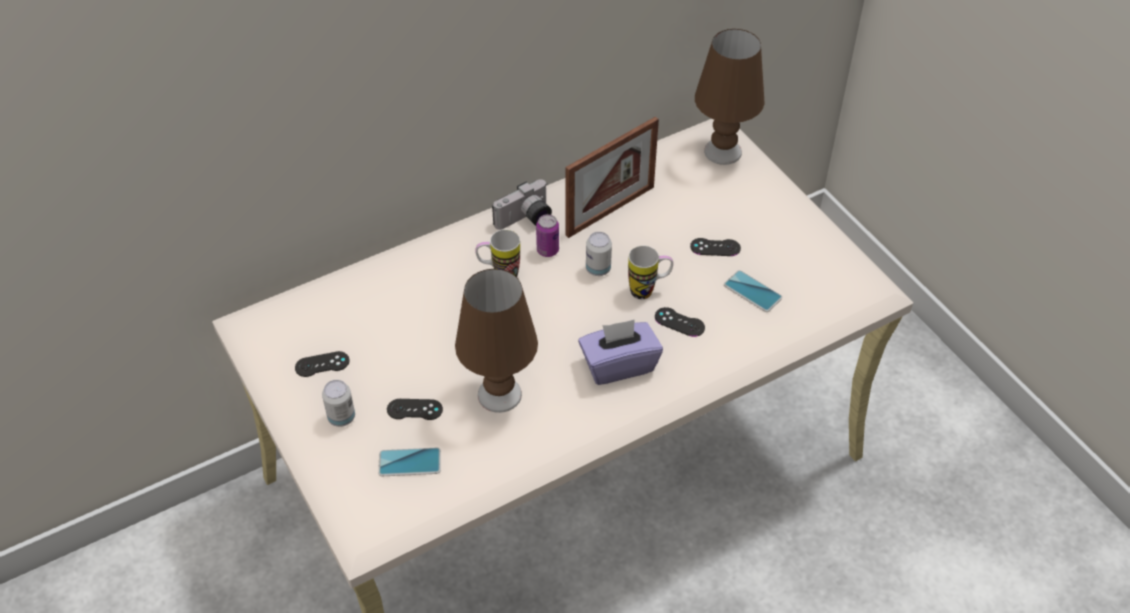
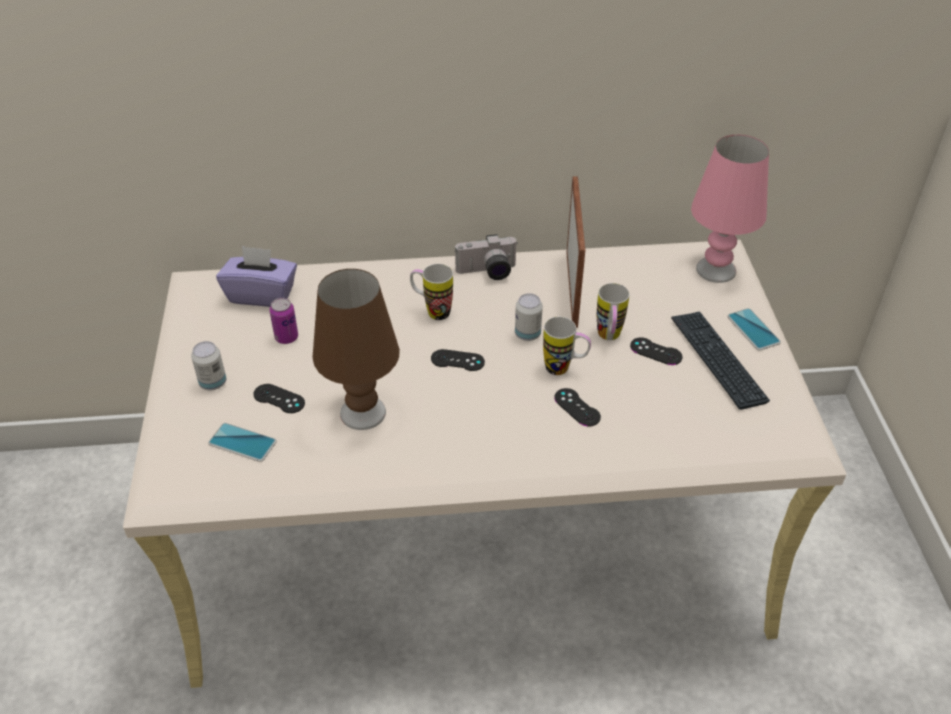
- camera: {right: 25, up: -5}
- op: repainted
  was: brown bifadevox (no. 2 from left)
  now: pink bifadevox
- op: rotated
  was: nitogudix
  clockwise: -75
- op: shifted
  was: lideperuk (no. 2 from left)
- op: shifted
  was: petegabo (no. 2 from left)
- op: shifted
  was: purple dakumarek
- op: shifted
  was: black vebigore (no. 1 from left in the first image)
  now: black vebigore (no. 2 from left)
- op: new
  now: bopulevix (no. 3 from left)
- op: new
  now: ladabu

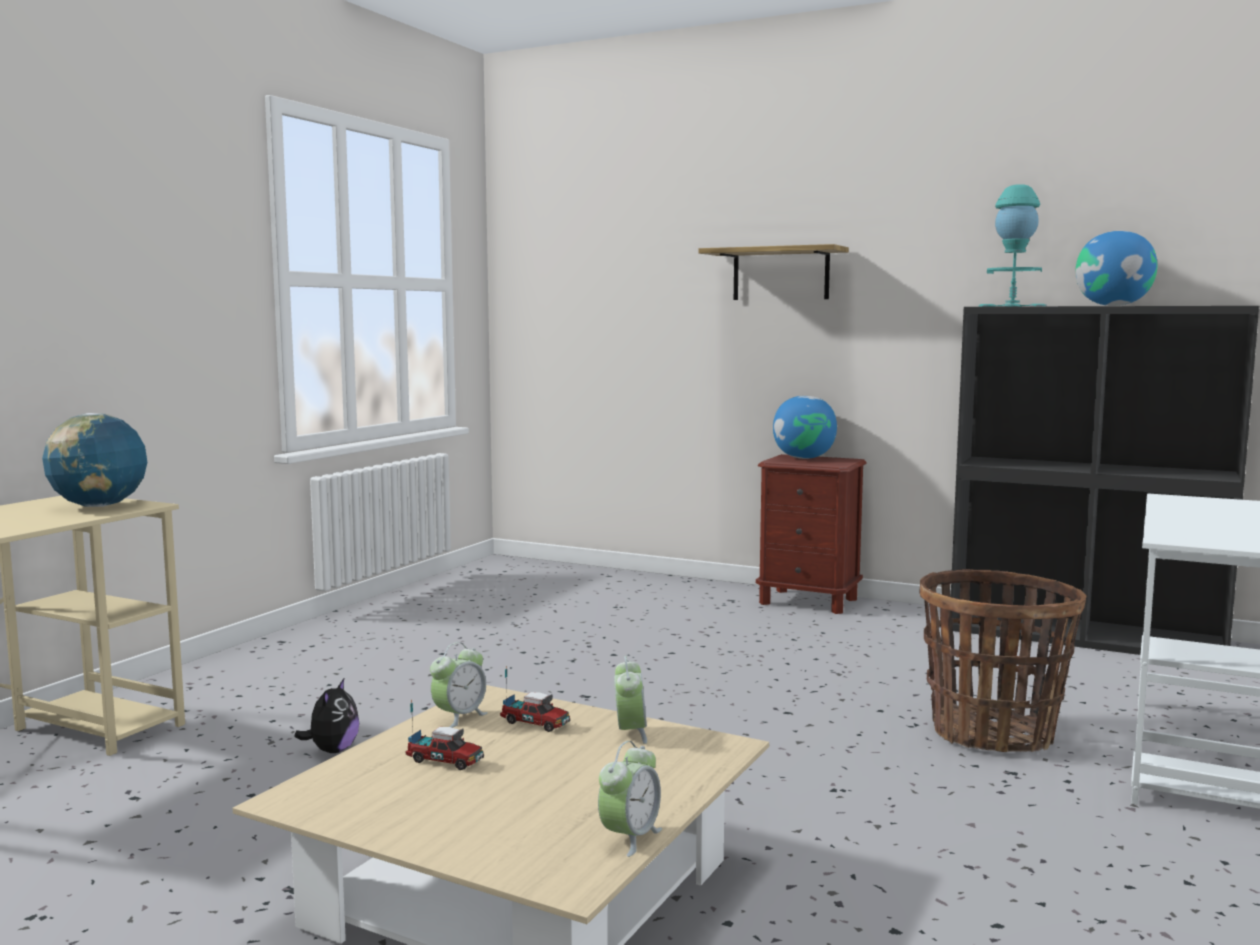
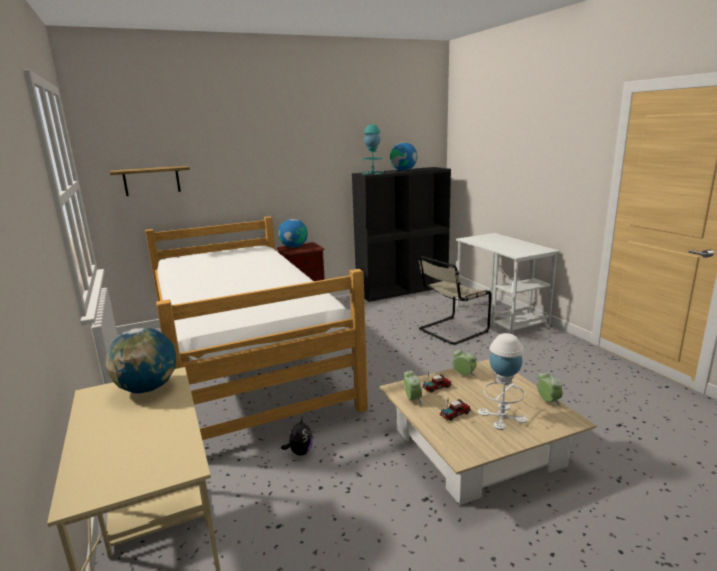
- camera: {right: -50, up: 10}
- op: shifted
  was: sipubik
- op: swapped
  was: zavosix
  now: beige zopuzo
- op: rotated
  was: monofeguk
  clockwise: 45
- op: new
  now: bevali
- op: new
  now: white bifadevox

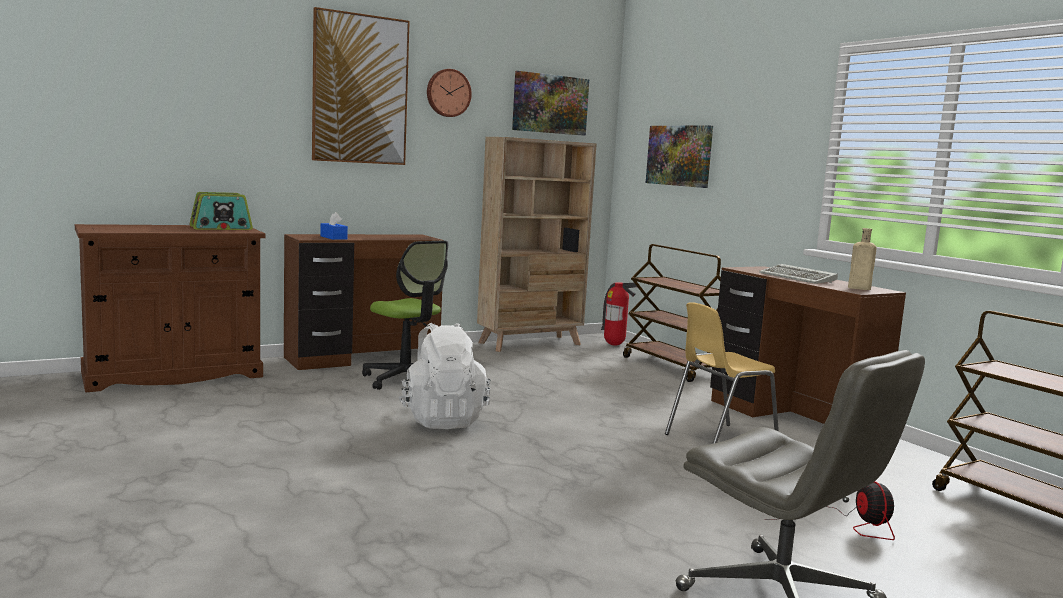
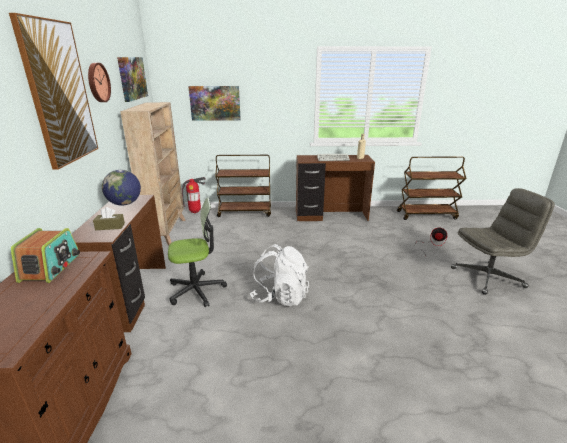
- camera: {right: -60, up: 15}
- op: repainted
  was: blue dakumarek
  now: brown dakumarek
- op: gone
  was: yellow zopuzo
- op: new
  now: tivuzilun

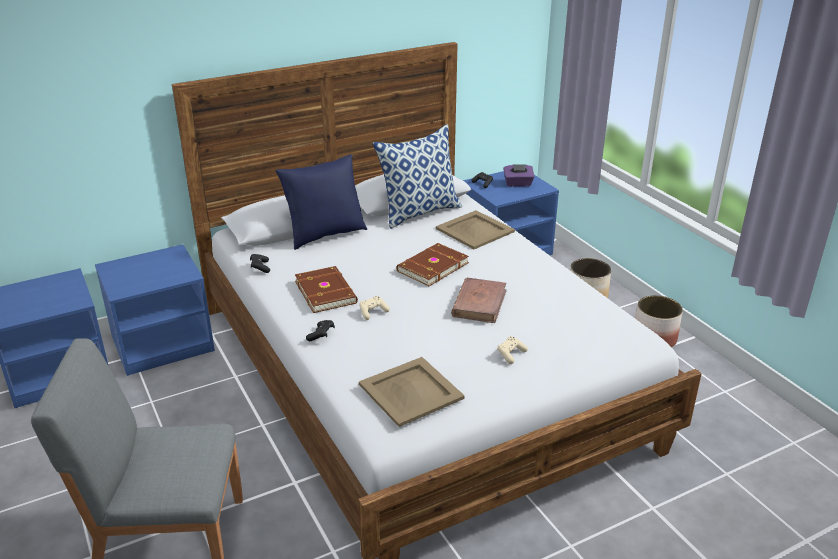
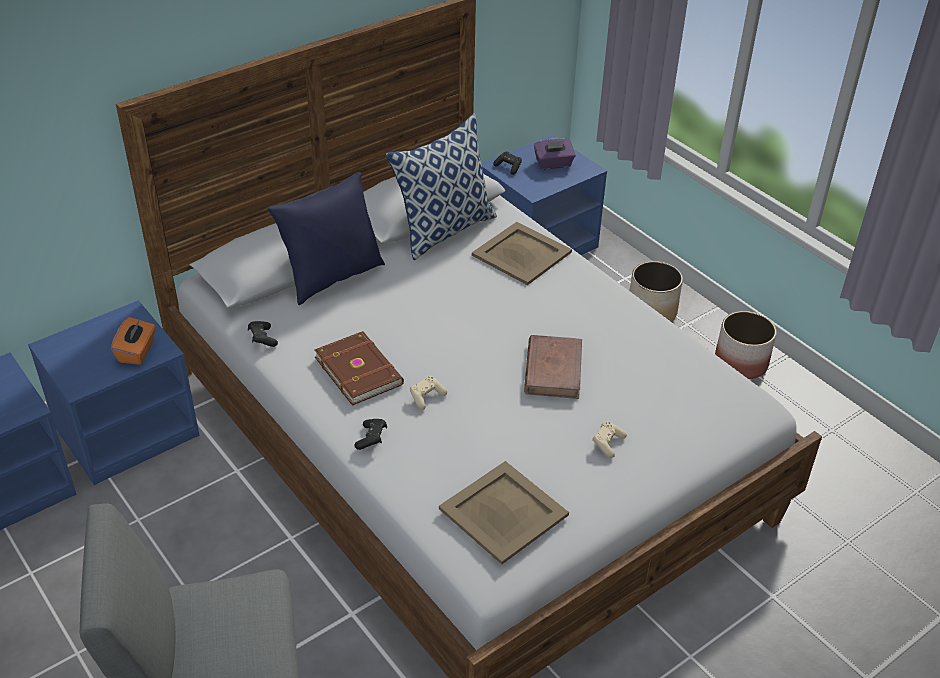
- camera: {right: -10, up: 10}
- op: gone
  was: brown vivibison (no. 2 from left)
- op: new
  now: orange dakumarek

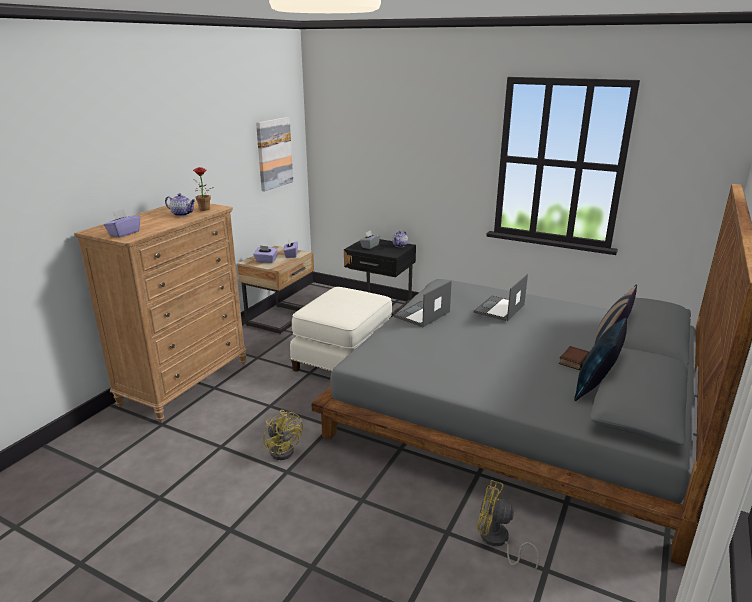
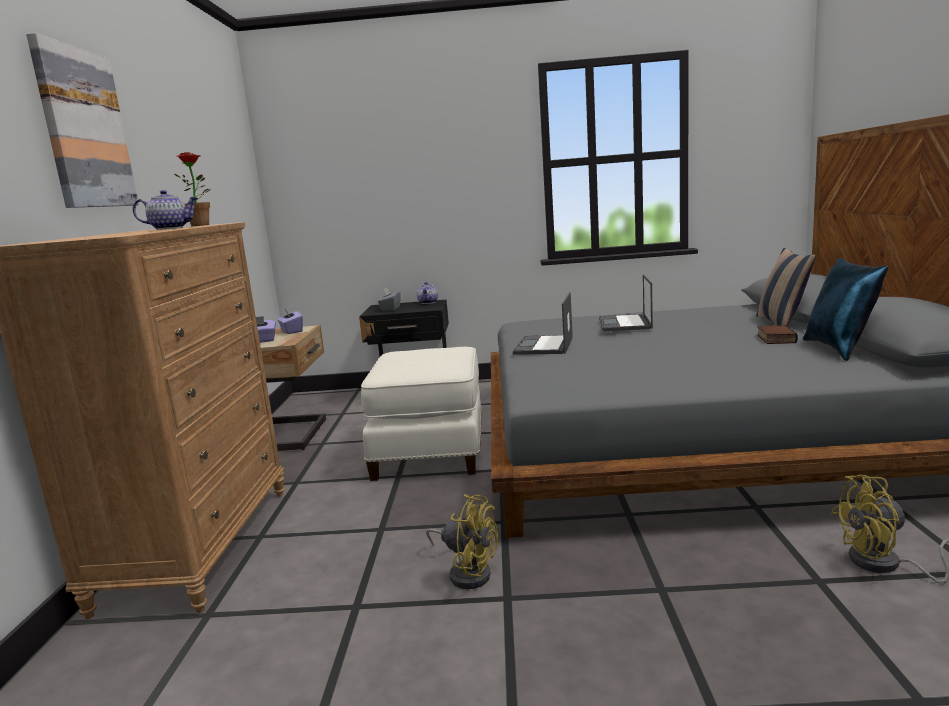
- camera: {right: -25, up: -10}
- op: shifted
  was: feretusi
- op: gone
  was: purple dakumarek (no. 1 from left)

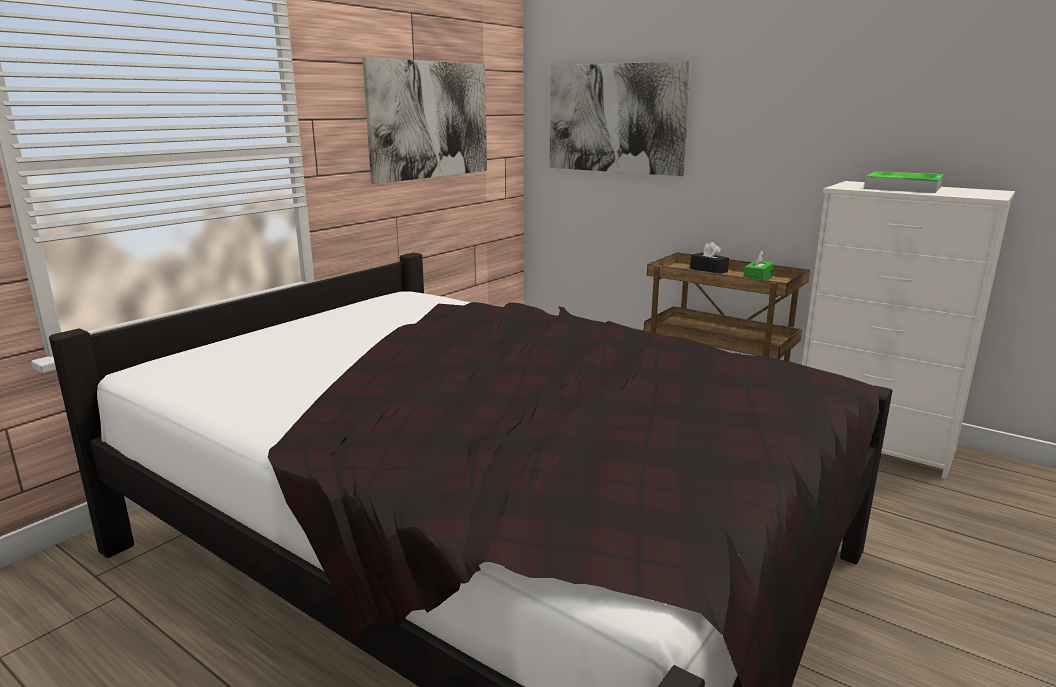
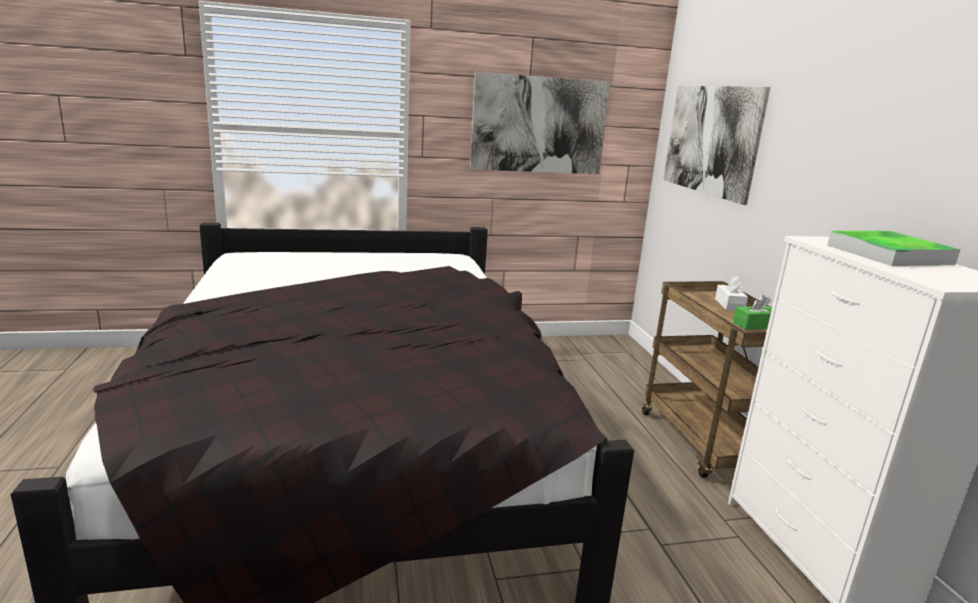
- camera: {right: 40, up: 0}
- op: repainted
  was: black dakumarek
  now: white dakumarek

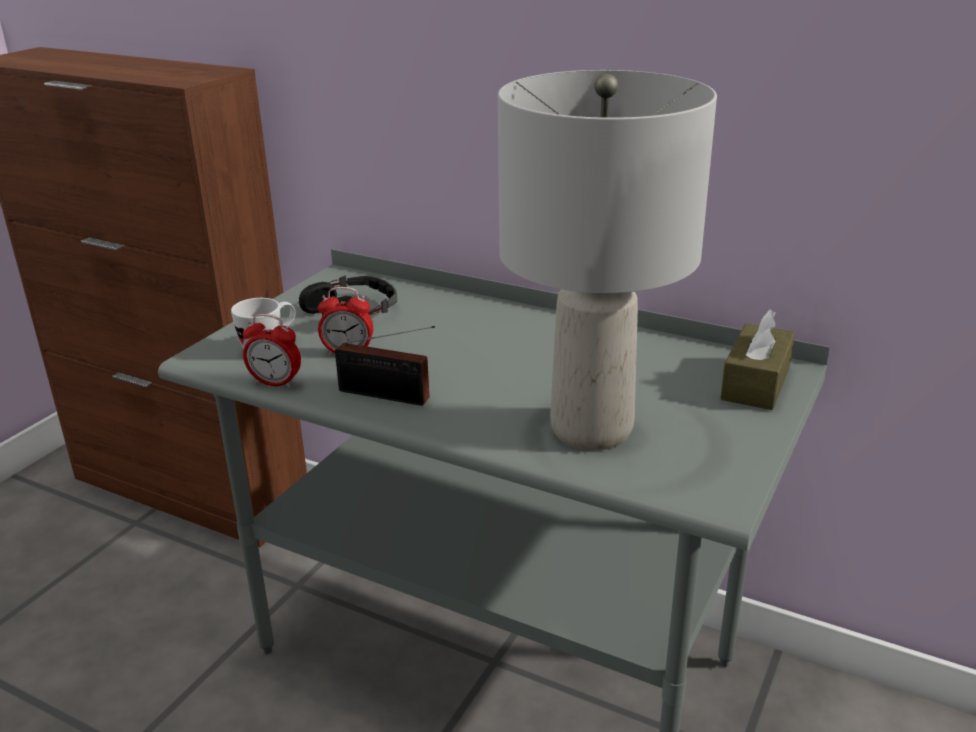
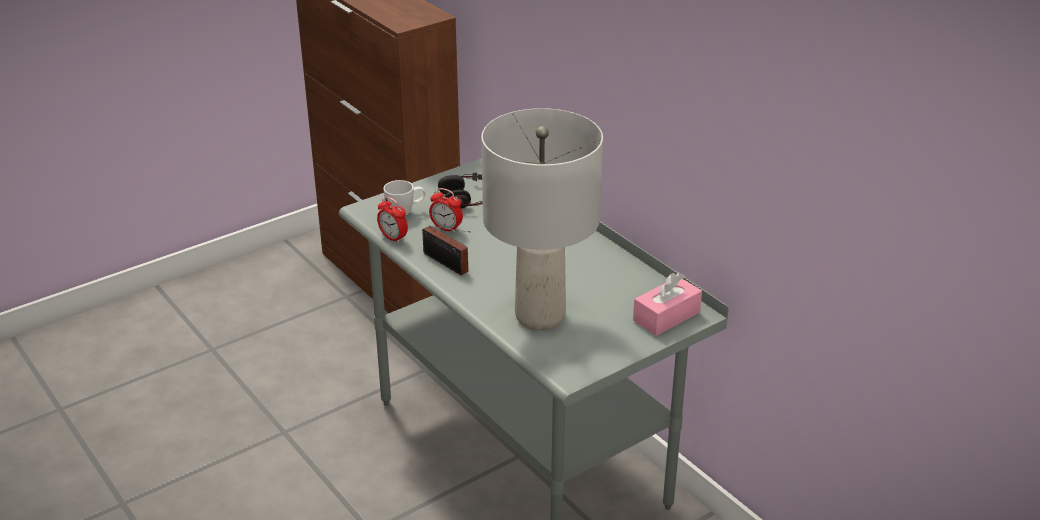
- camera: {right: 25, up: 5}
- op: repainted
  was: brown dakumarek
  now: pink dakumarek

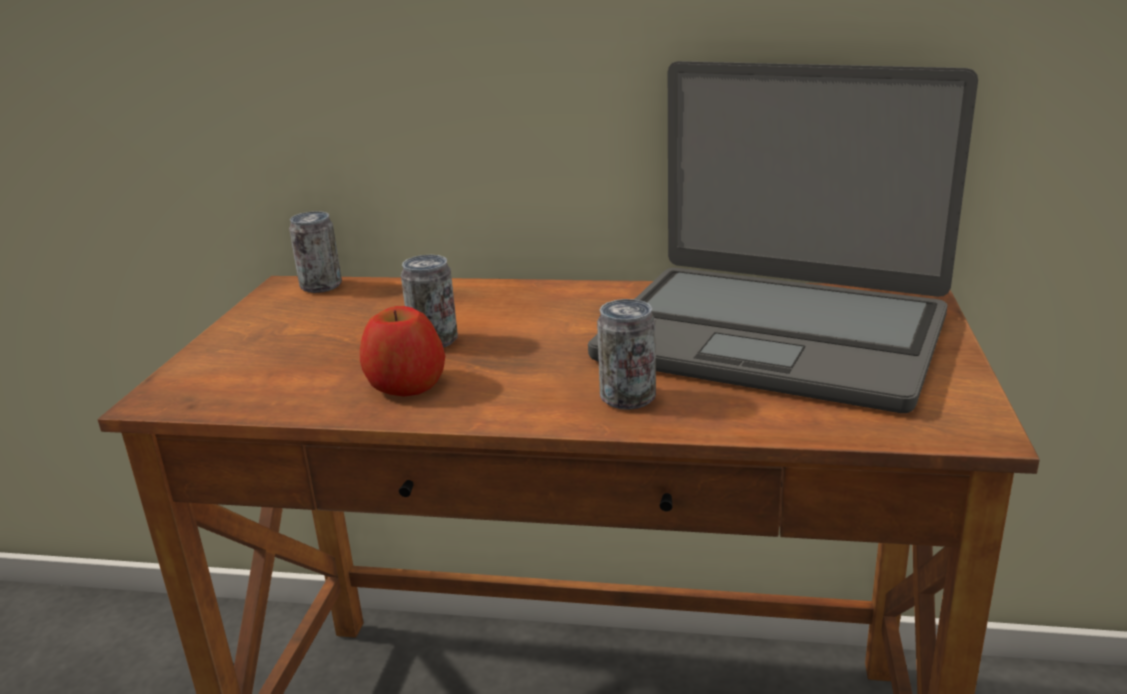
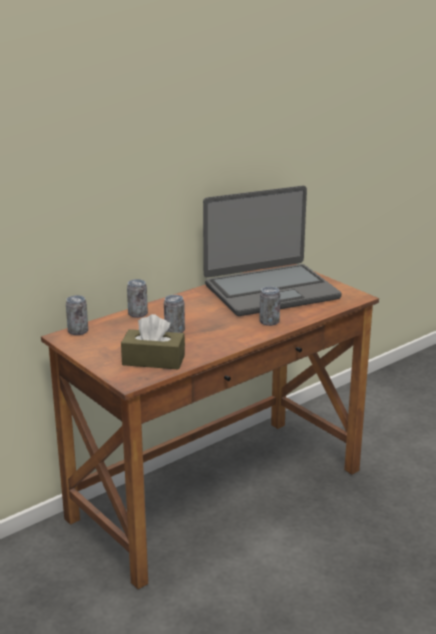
- camera: {right: -50, up: 0}
- op: gone
  was: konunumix
- op: new
  now: lideperuk (no. 2 from left)
- op: new
  now: brown dakumarek

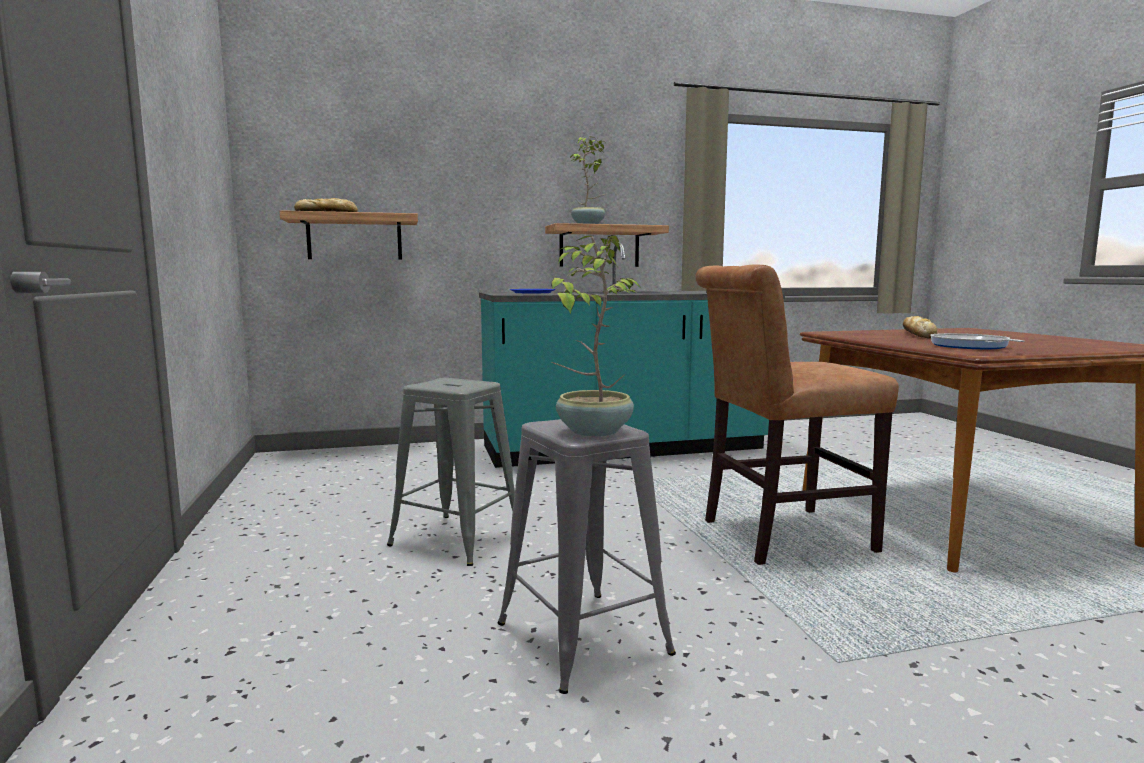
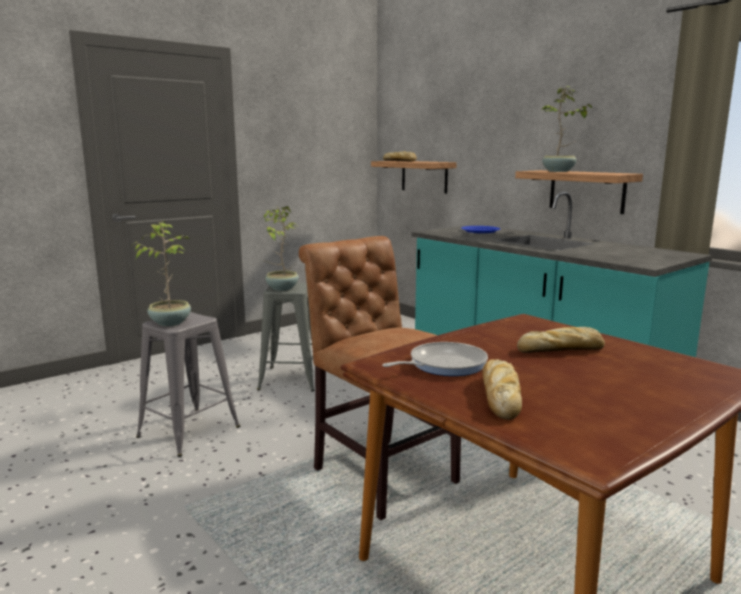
- camera: {right: 65, up: 5}
- op: new
  now: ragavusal (no. 2 from left)
- op: new
  now: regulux (no. 2 from left)

